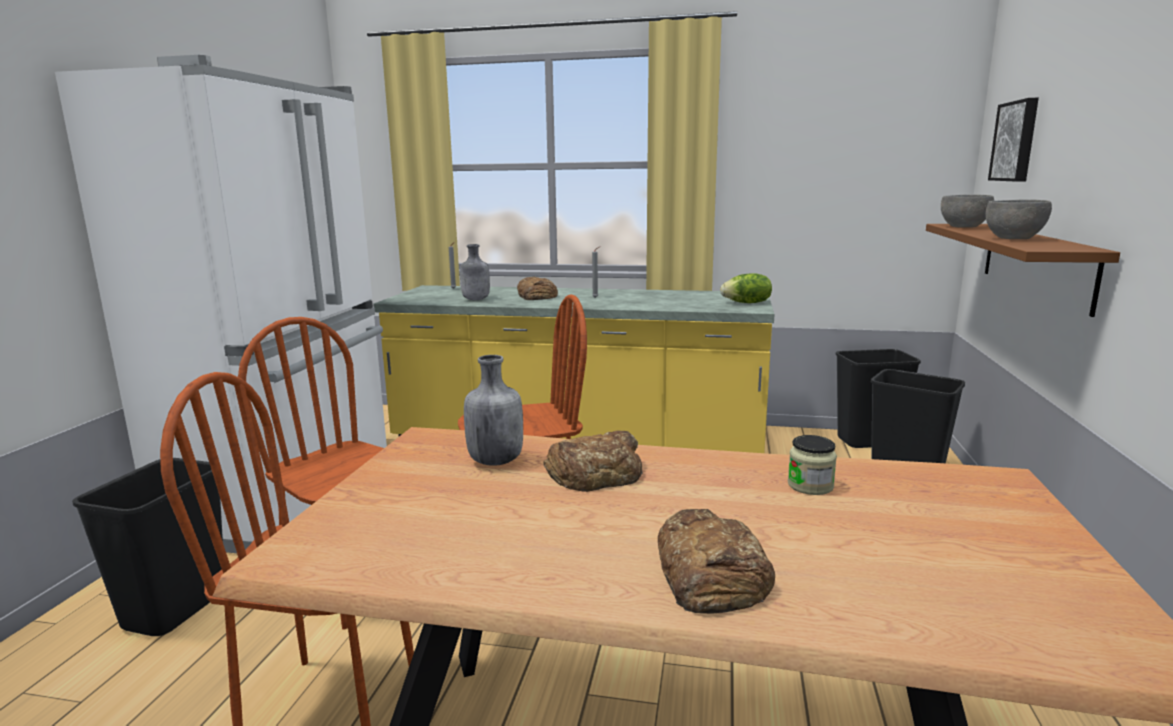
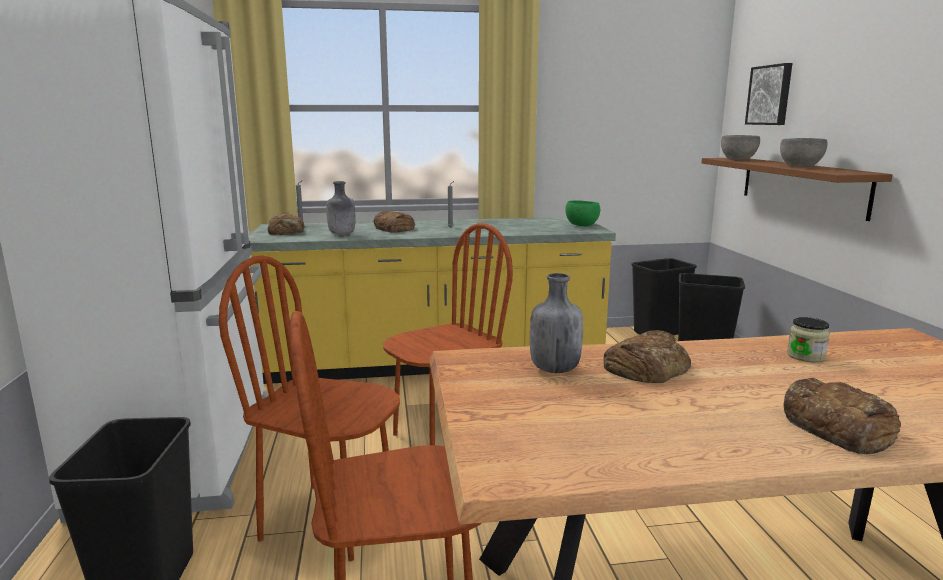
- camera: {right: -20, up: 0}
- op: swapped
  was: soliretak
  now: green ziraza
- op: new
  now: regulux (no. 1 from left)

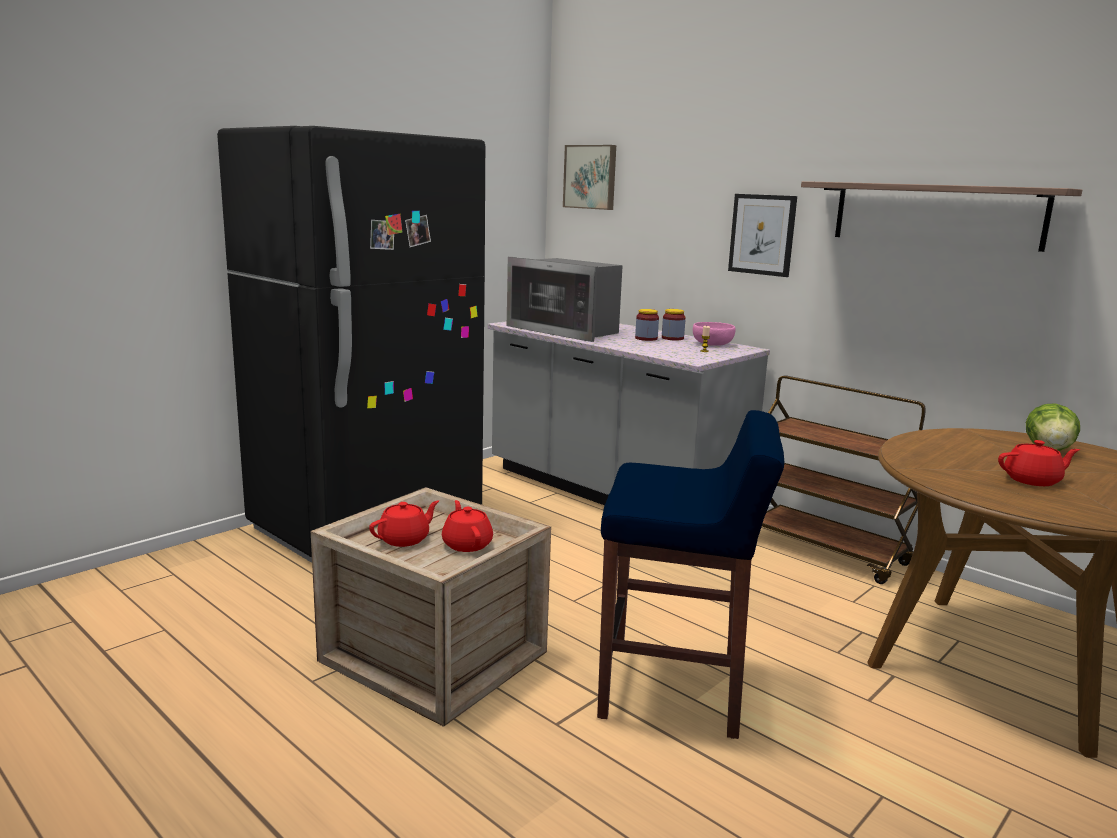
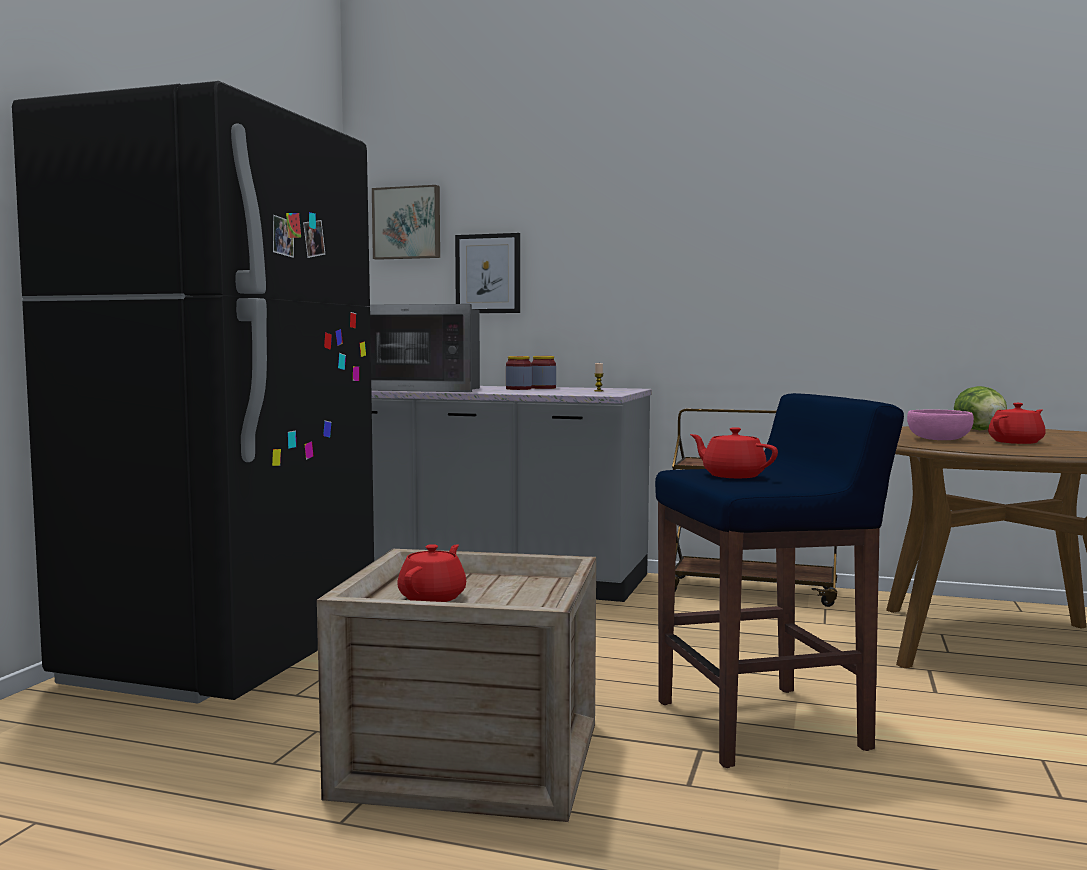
- camera: {right: -25, up: -10}
- op: gone
  was: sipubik
- op: shifted
  was: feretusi (no. 2 from left)
- op: shifted
  was: pink ziraza
- op: shifted
  was: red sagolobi (no. 2 from left)

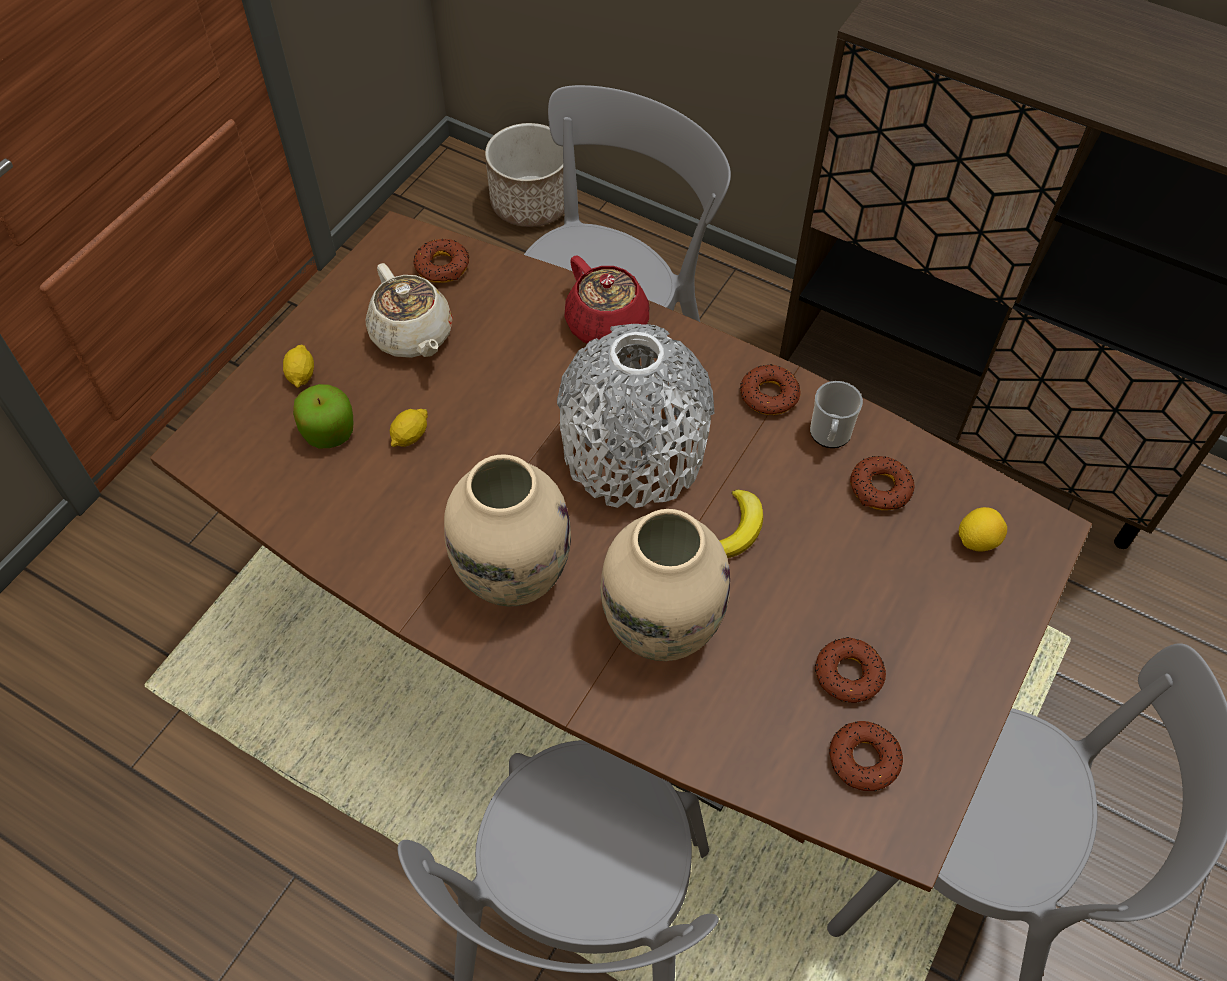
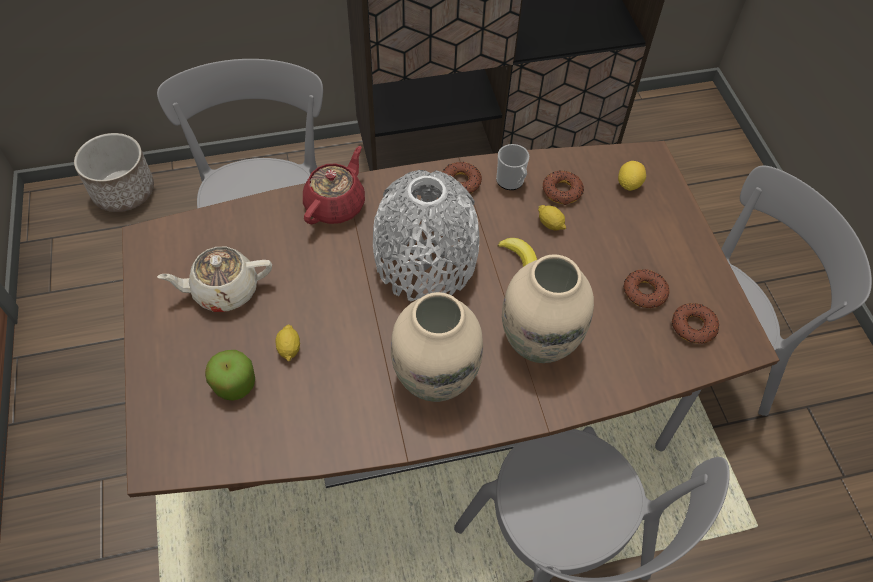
- camera: {right: -45, up: 0}
- op: gone
  was: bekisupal (no. 1 from left)
- op: rotated
  was: red sagolobi
  clockwise: -75
- op: rotated
  was: beige sagolobi
  clockwise: 150
- op: shifted
  was: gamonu (no. 1 from left in the first image)
  now: gamonu (no. 2 from left)

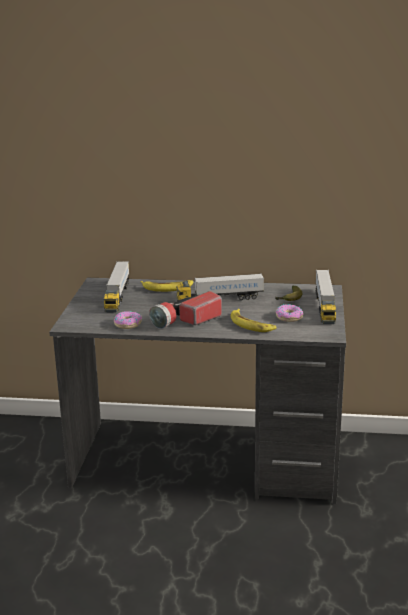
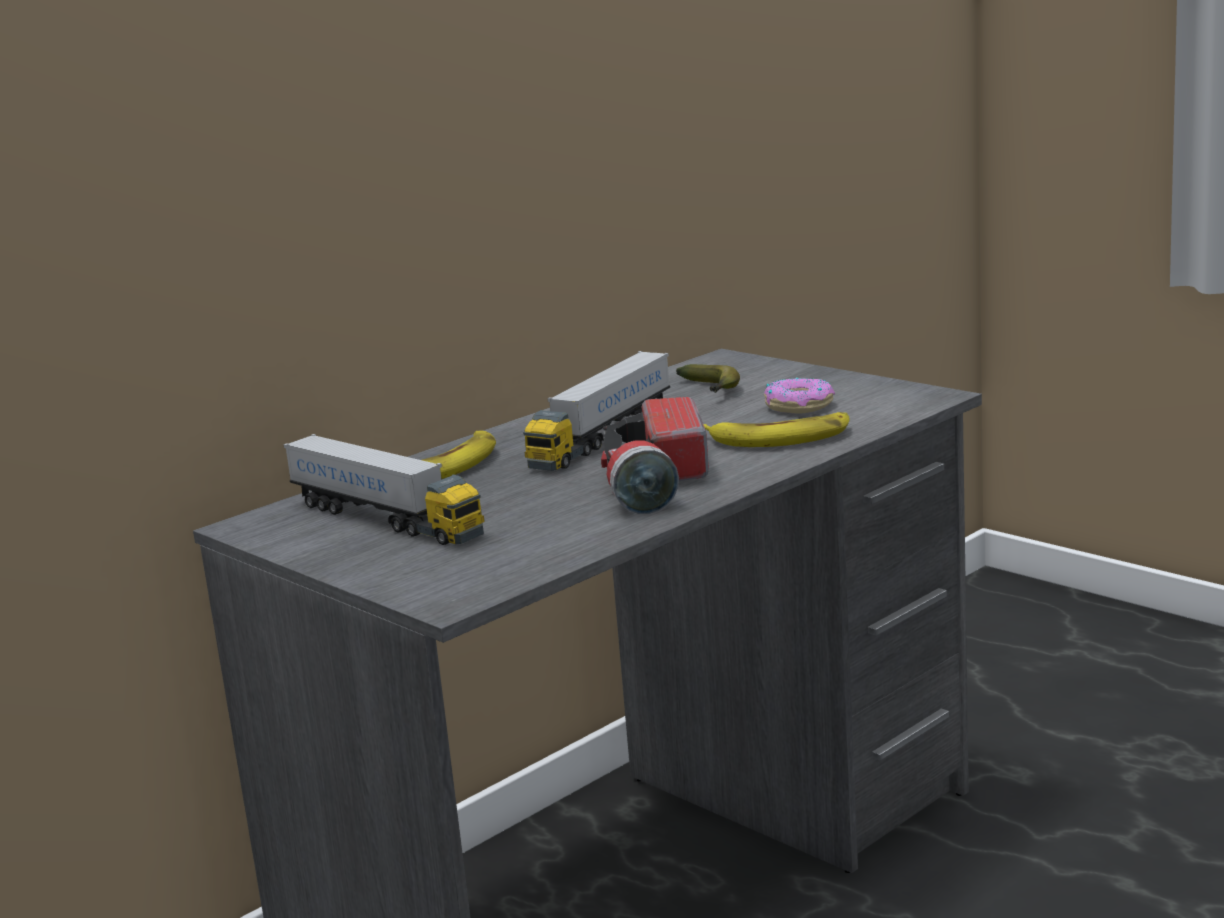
- camera: {right: -50, up: -5}
- op: gone
  was: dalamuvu (no. 3 from left)
- op: gone
  was: bekisupal (no. 1 from left)

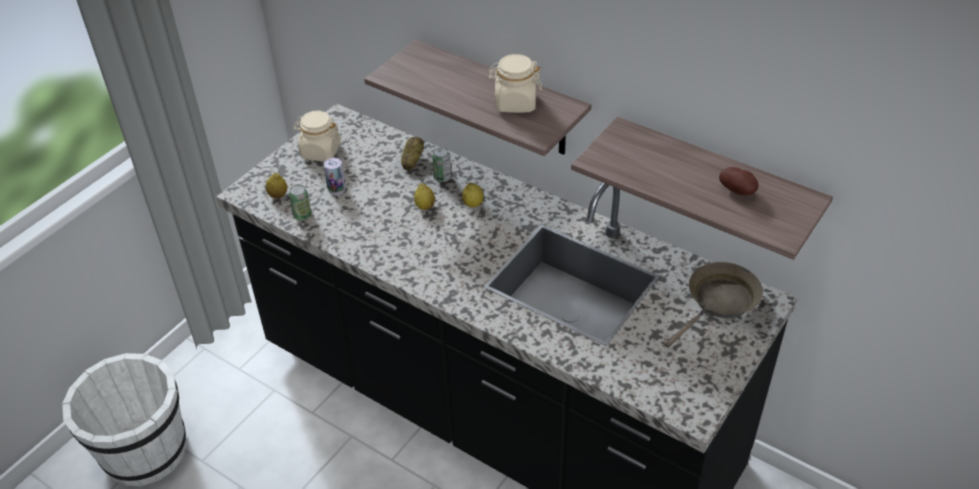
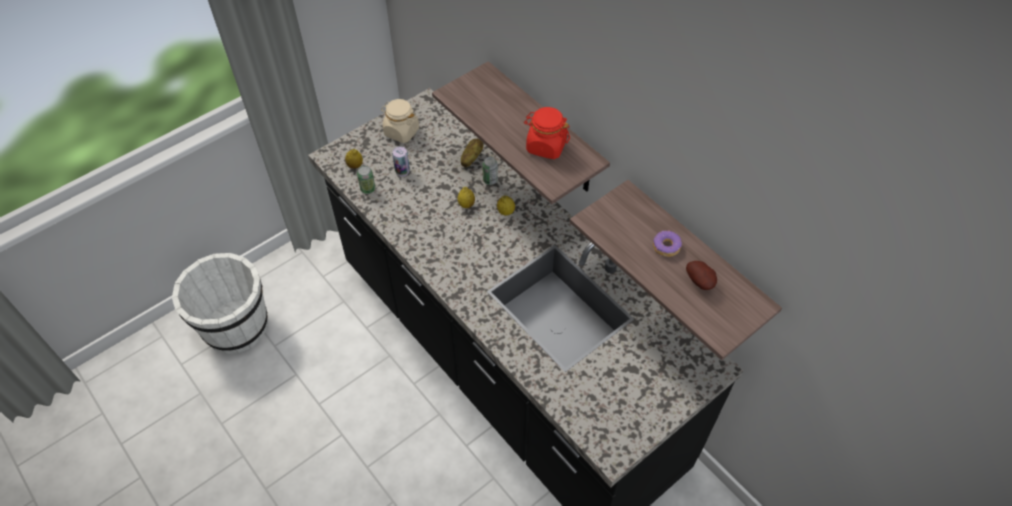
- camera: {right: 15, up: 10}
- op: repainted
  was: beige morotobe (no. 2 from left)
  now: red morotobe
- op: gone
  was: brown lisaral
- op: new
  now: bekisupal

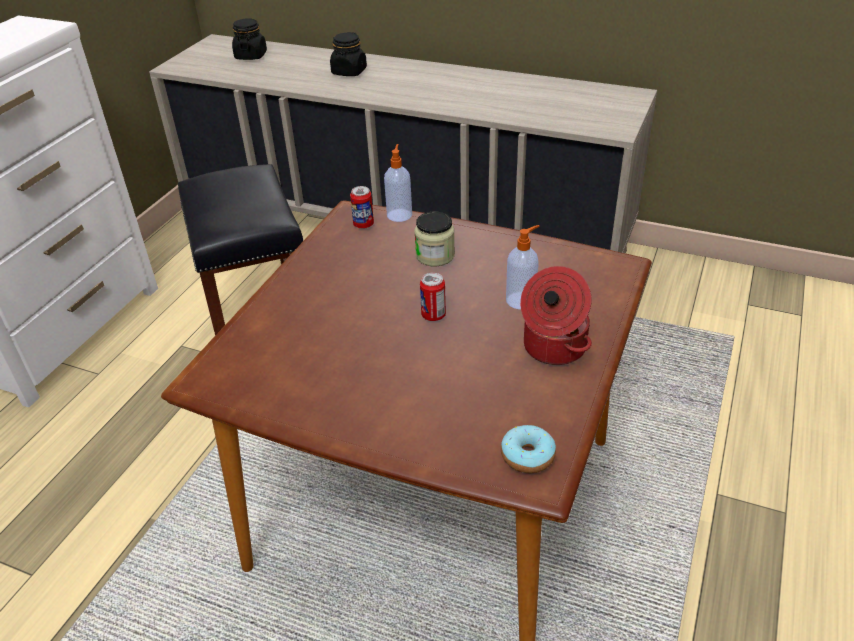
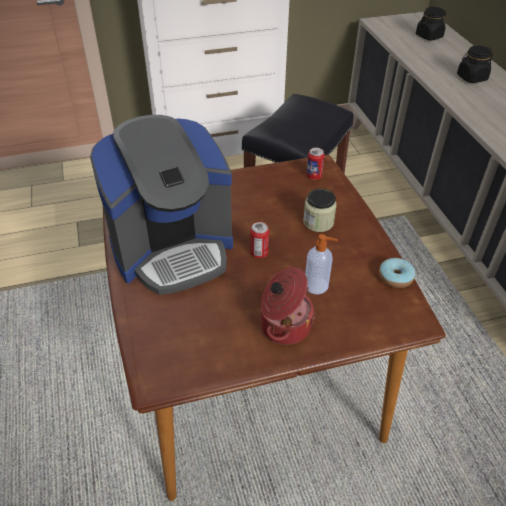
- camera: {right: 50, up: 5}
- op: gone
  was: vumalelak (no. 1 from left)
- op: shifted
  was: bekisupal
- op: new
  now: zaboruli

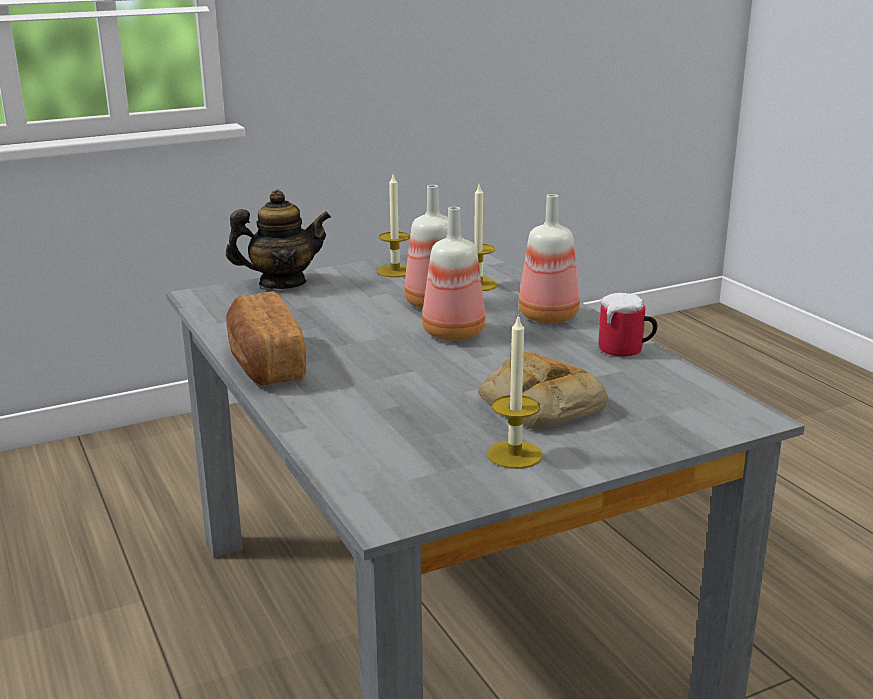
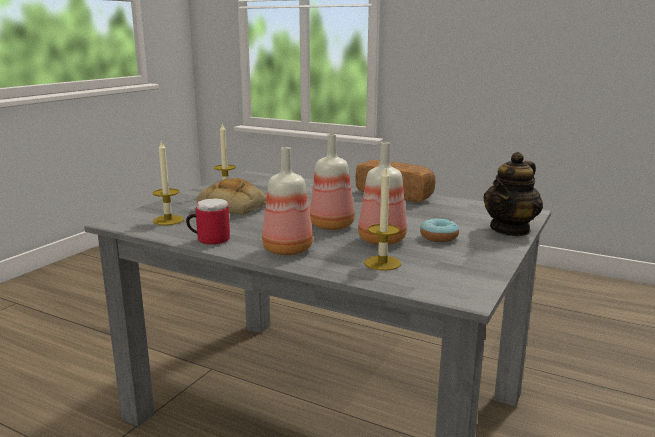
- camera: {right: 145, up: -5}
- op: shifted
  was: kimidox (no. 1 from left)
- op: new
  now: bekisupal

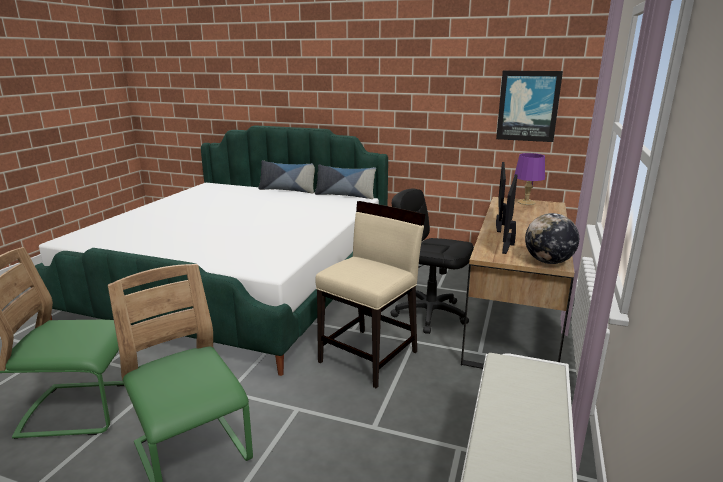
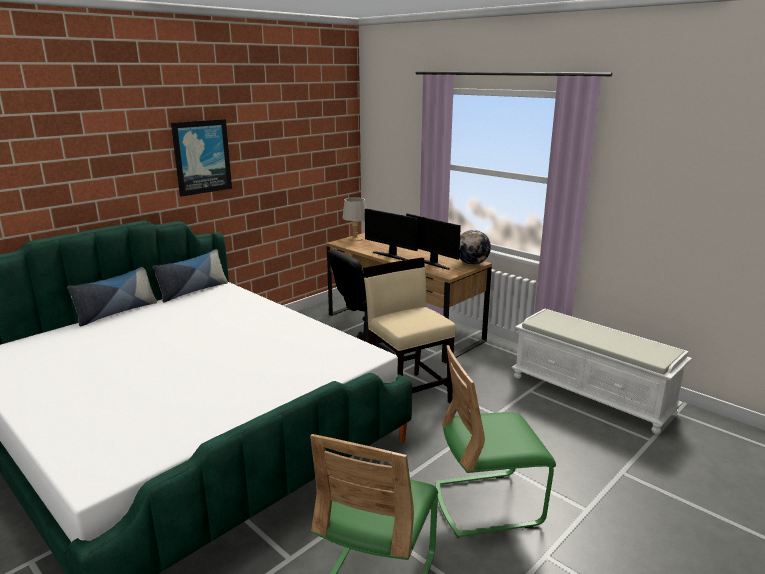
- camera: {right: -65, up: 0}
- op: shifted
  was: feretusi
- op: repainted
  was: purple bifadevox
  now: grey bifadevox

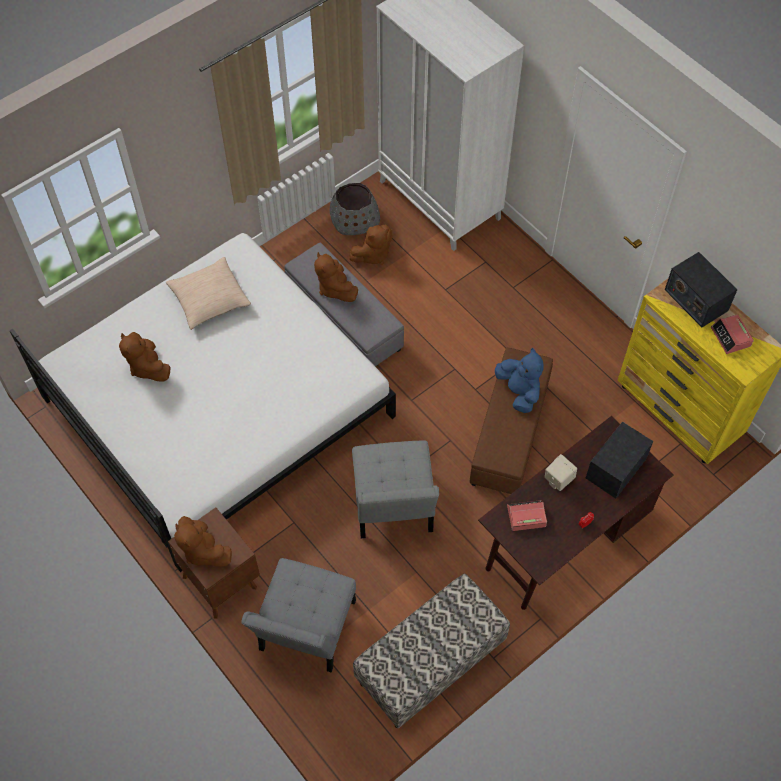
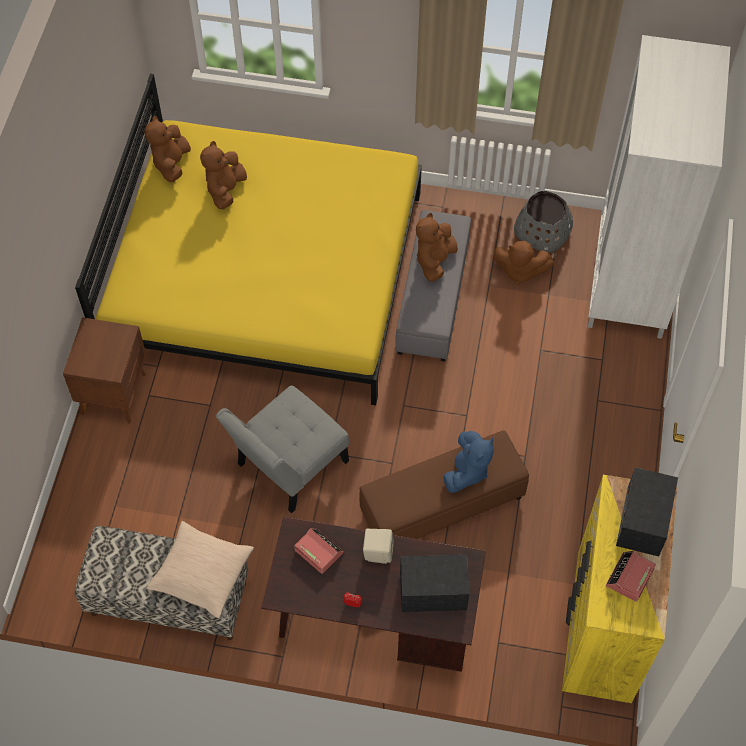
- camera: {right: 50, up: 0}
- op: repainted
  was: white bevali
  now: yellow bevali
- op: shifted
  was: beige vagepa
- op: shifted
  was: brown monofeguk (no. 2 from left in the first image)
  now: brown monofeguk (no. 1 from left)
- op: gone
  was: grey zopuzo (no. 1 from left)

